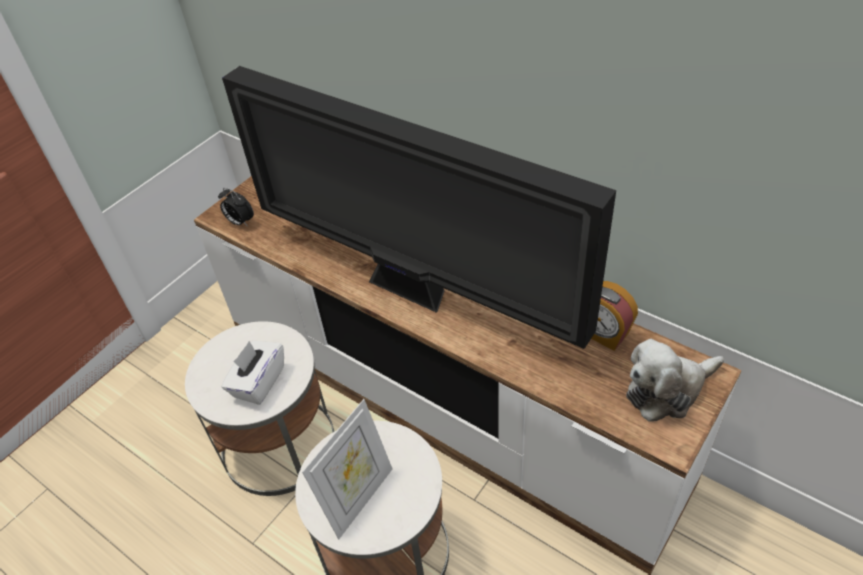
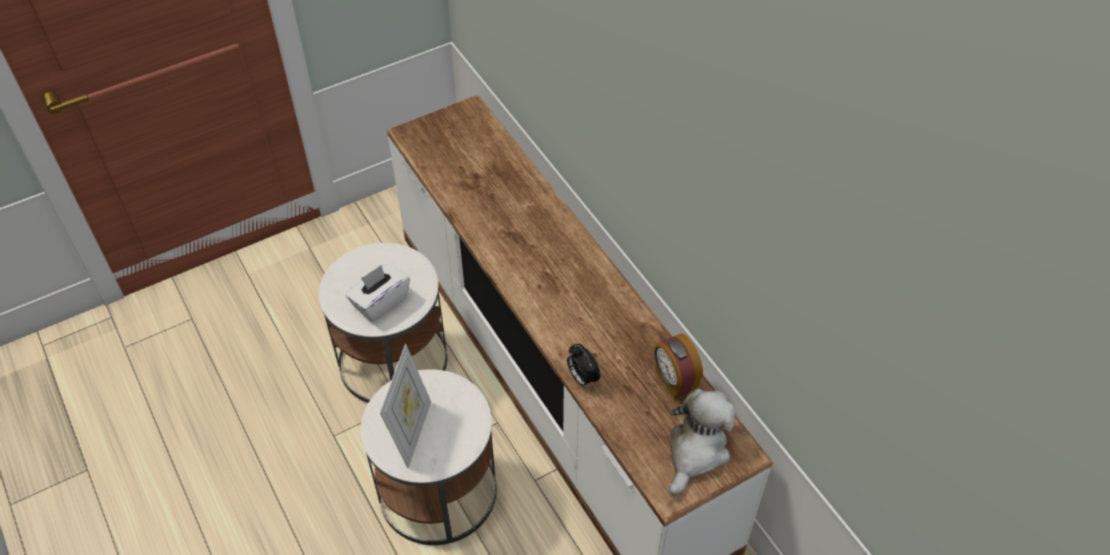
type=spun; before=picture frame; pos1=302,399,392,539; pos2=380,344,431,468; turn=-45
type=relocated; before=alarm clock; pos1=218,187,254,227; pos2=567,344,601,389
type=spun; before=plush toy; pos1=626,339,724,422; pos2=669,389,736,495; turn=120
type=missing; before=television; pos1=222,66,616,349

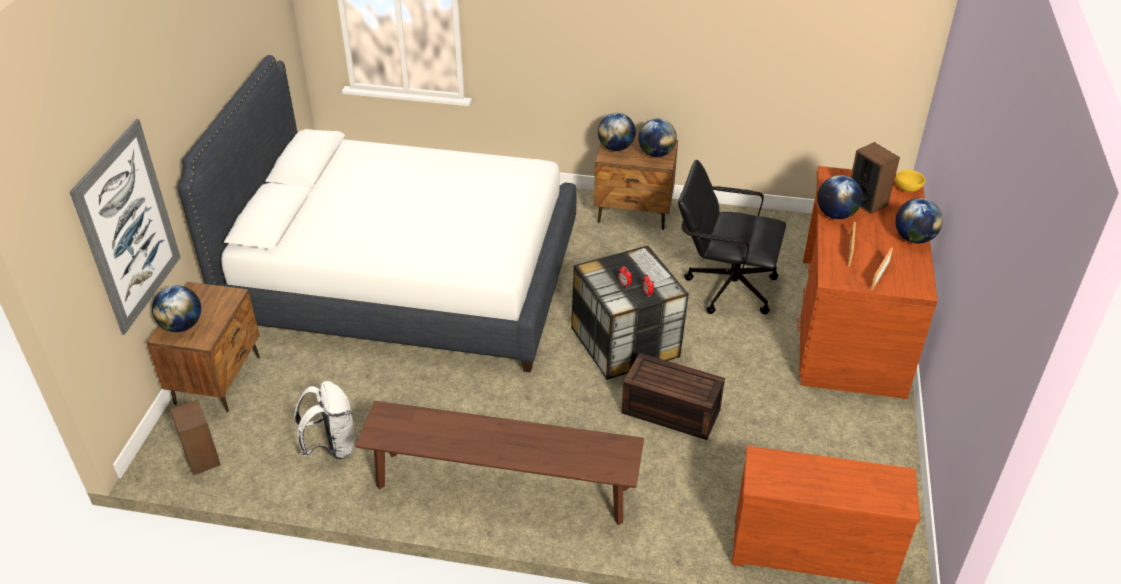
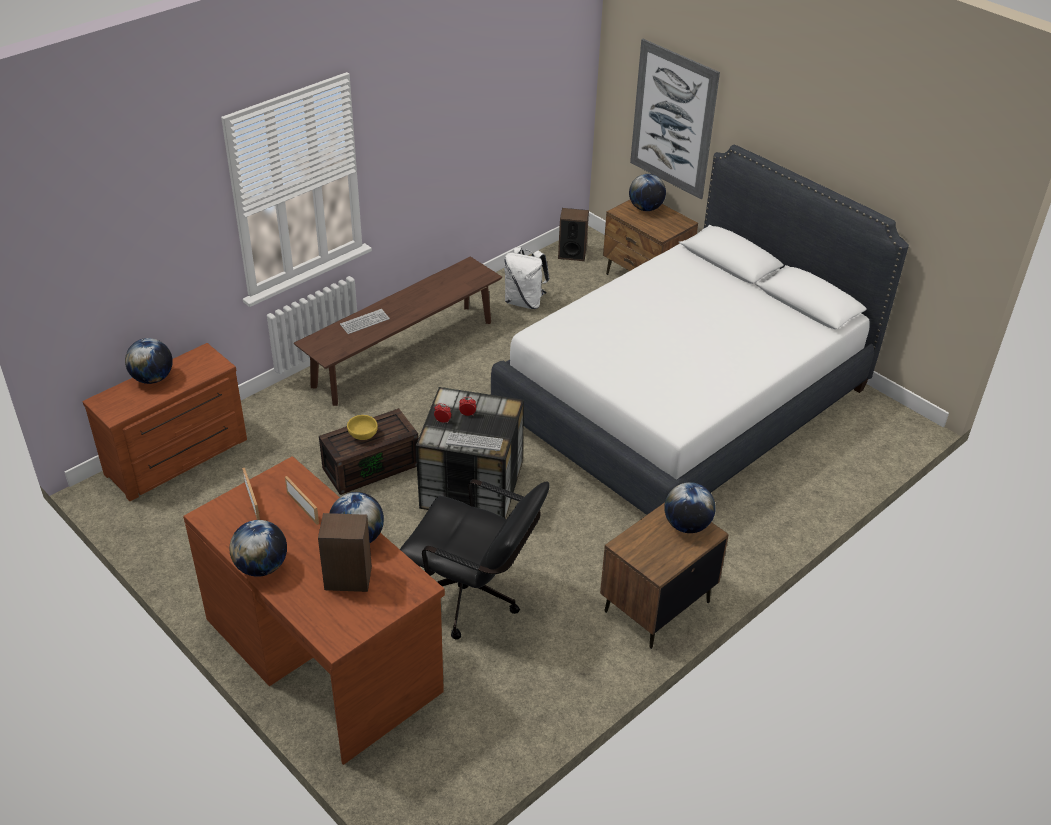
type=relocated; before=globe; pos1=638,119,677,157; pos2=125,338,173,384
type=appeared; after=keyboard; pos2=340,309,390,334
type=relocated; before=bowl in yellow; pos1=895,170,926,192; pos2=347,415,378,440
type=spun; before=office chair in black; pos1=678,160,786,314; pos2=400,479,549,640; turn=60

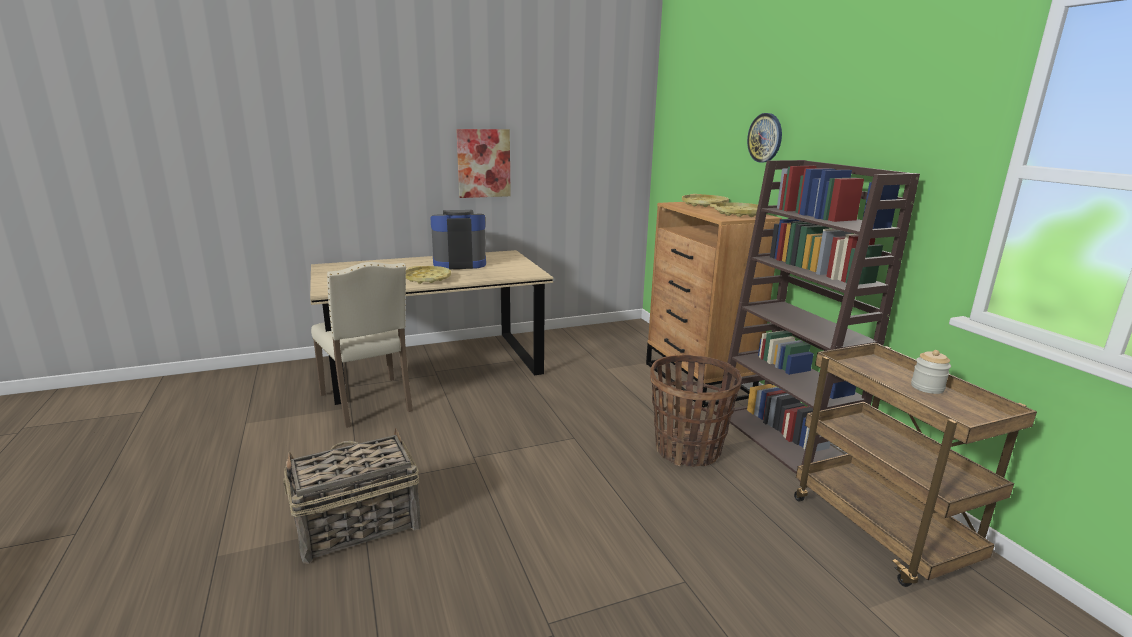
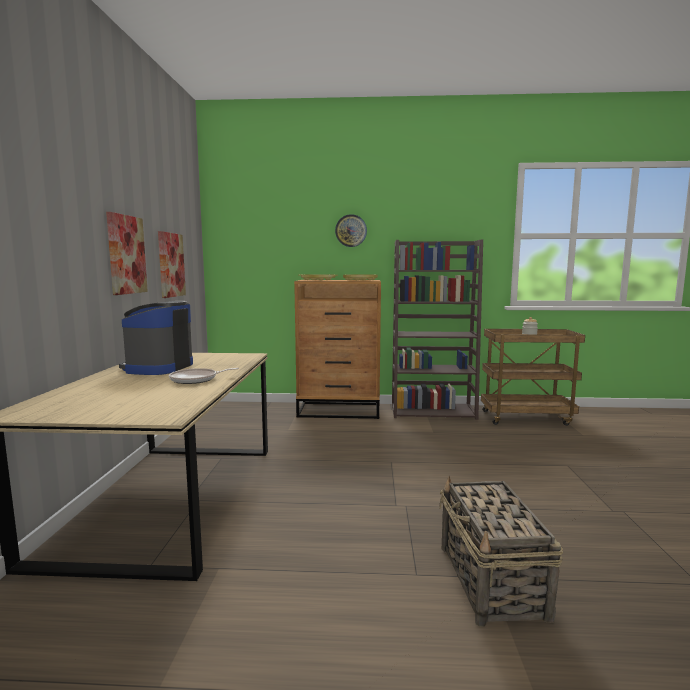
type=appeared; after=picture; pos2=158,231,186,298
type=exchanged; before=tray in yellow; after=frying pan; pos1=406,266,451,284; pos2=169,368,239,384
type=missing; before=chair in beige; pos1=311,262,413,428
type=missing; before=basket; pos1=650,355,741,467

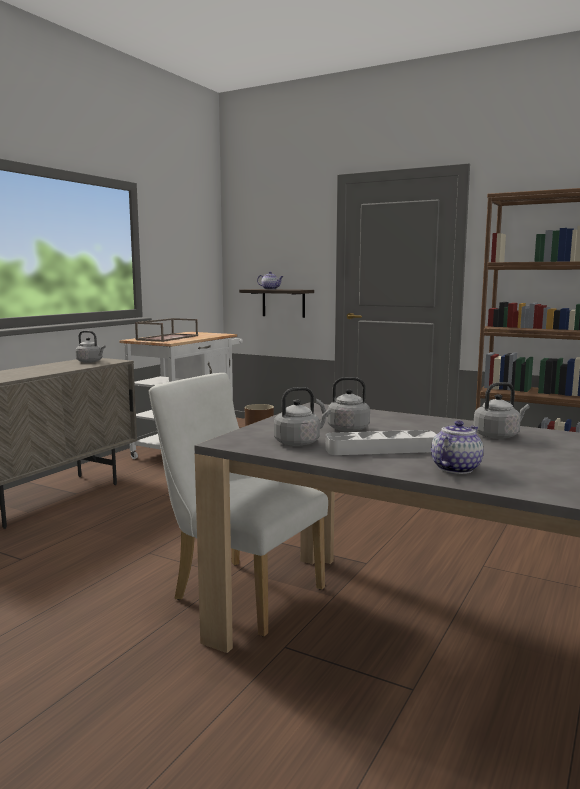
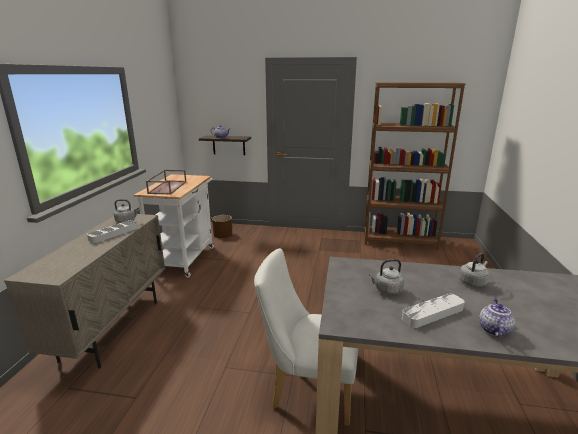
type=appeared; after=tray in grey; pos2=87,220,138,243
type=missing; before=kettle in grey; pos1=274,387,331,446

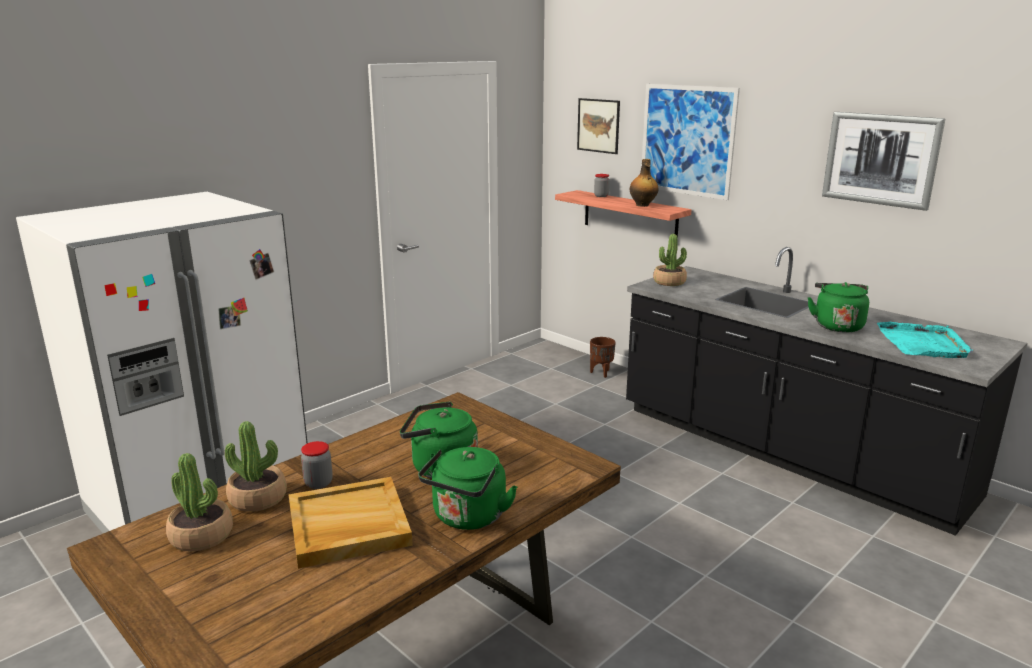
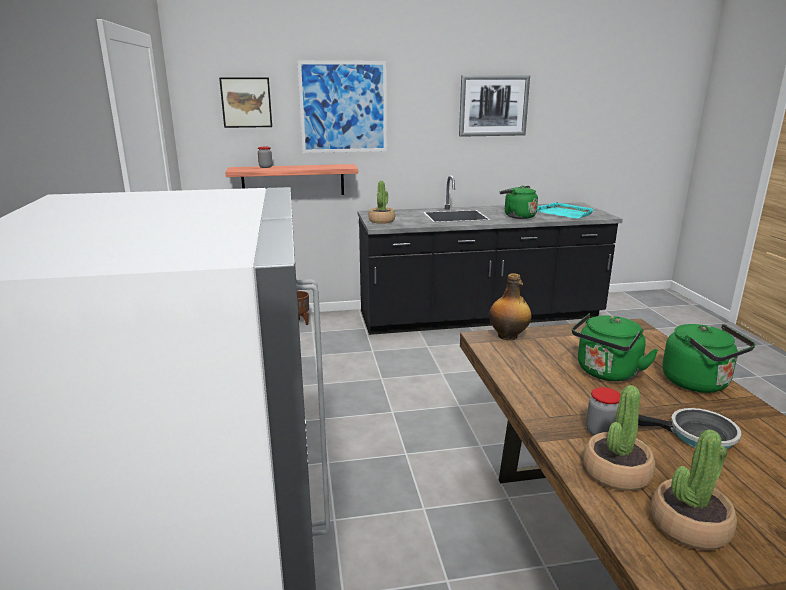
type=relocated; before=bottle; pos1=630,159,659,207; pos2=489,273,531,340
type=exchanged; before=tray in beige; after=frying pan; pos1=288,477,413,569; pos2=638,408,741,449

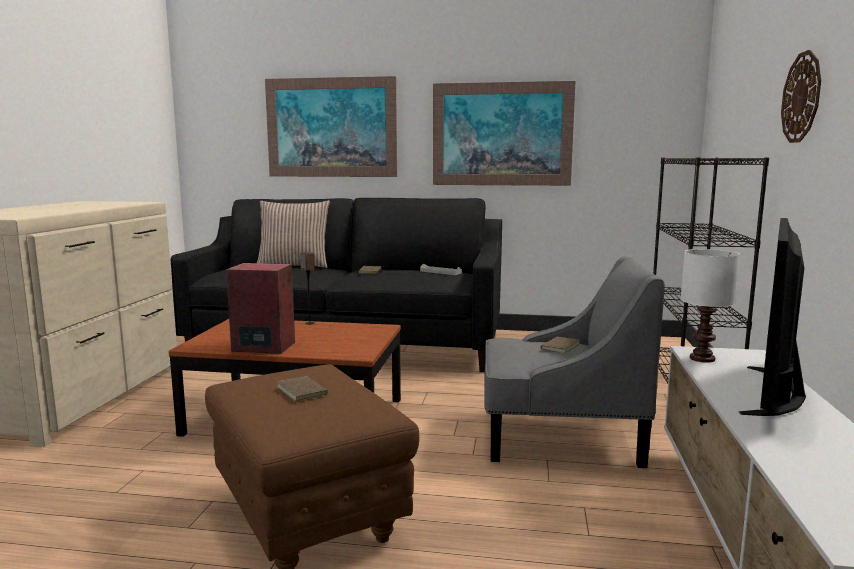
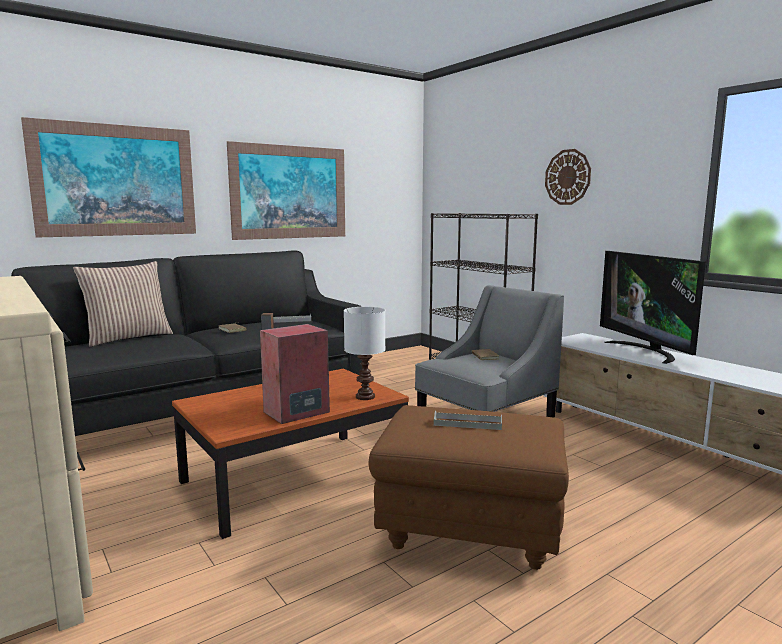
type=relocated; before=table lamp in white; pos1=681,249,740,363; pos2=344,307,385,400
type=exchanged; before=book in brown; after=tray in grey; pos1=278,374,328,402; pos2=434,411,502,430

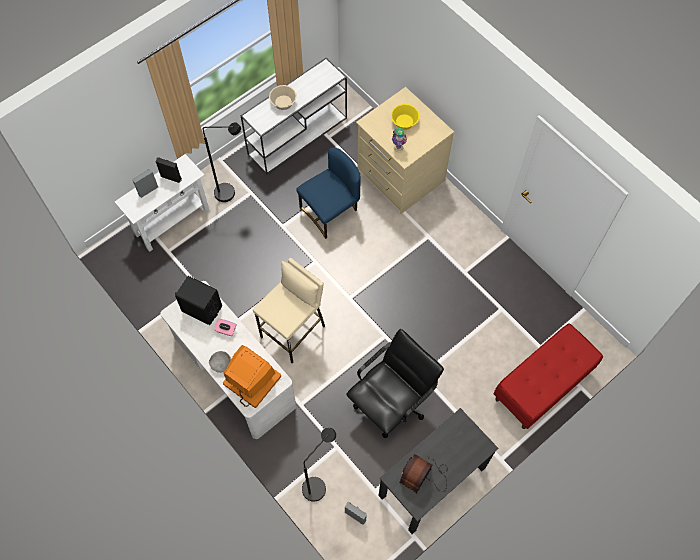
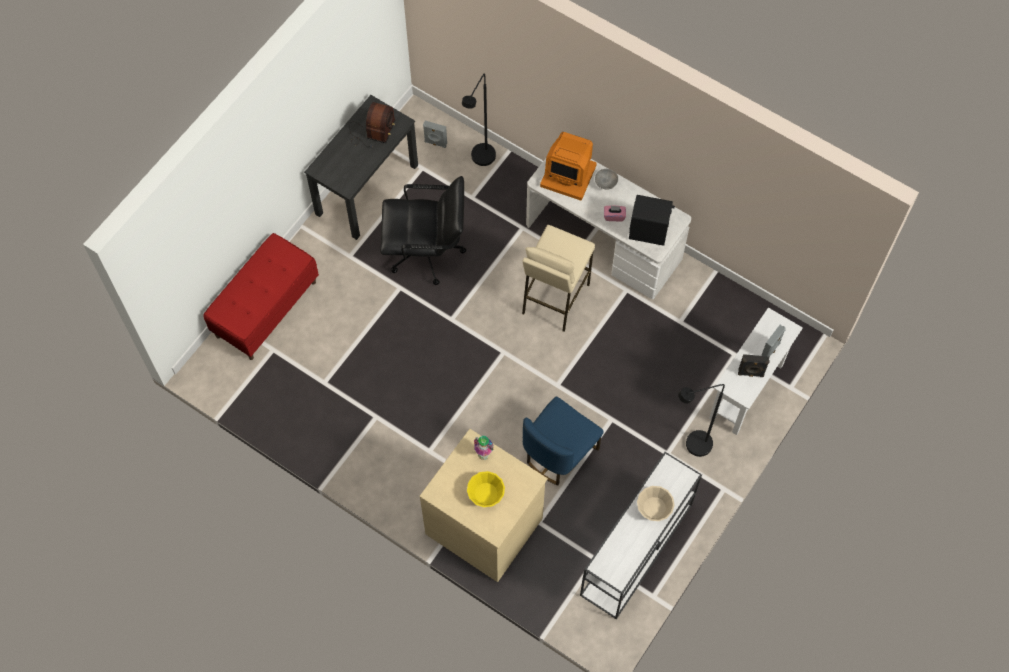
type=spun; before=office chair in black; pos1=346,329,444,438; pos2=380,176,466,285; turn=-120

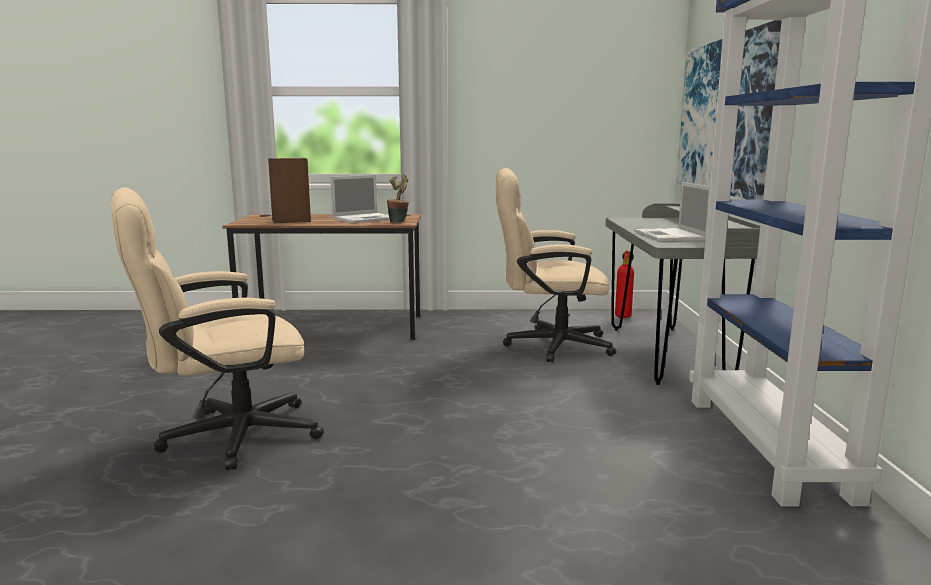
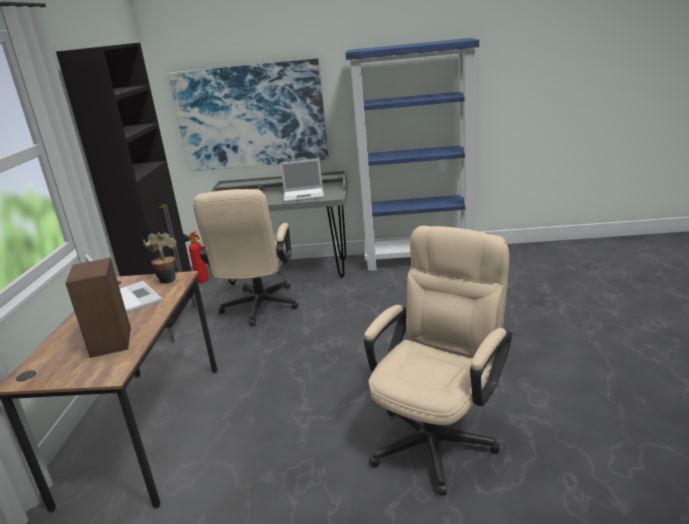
type=appeared; after=cabinet in black; pos2=56,43,196,343
type=spun; before=office chair in beige; pos1=110,187,324,470; pos2=364,226,513,495; turn=-120

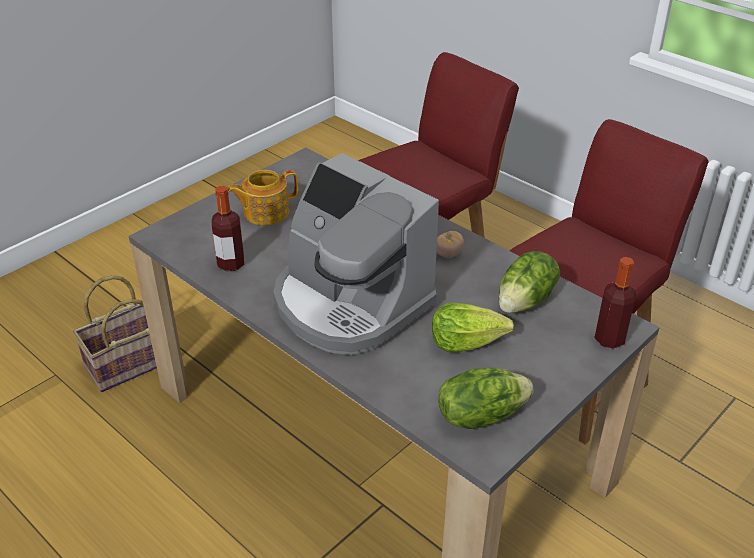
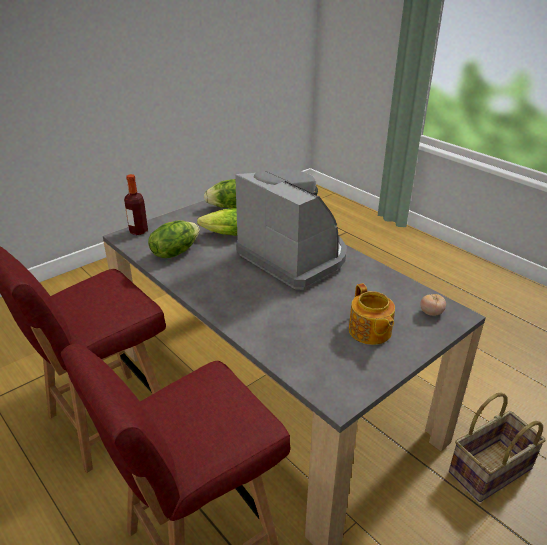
type=spun; before=teapot; pos1=228,170,298,225; pos2=349,283,395,345; turn=90
type=relocated; before=tomato; pos1=436,231,464,257; pos2=420,294,446,316
type=missing; before=bottle; pos1=212,186,244,271

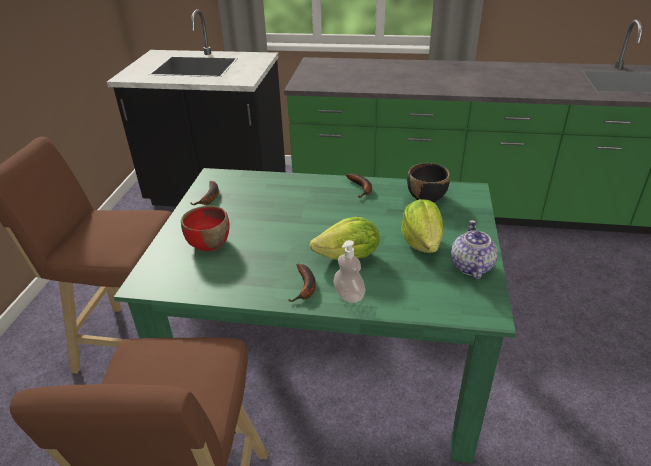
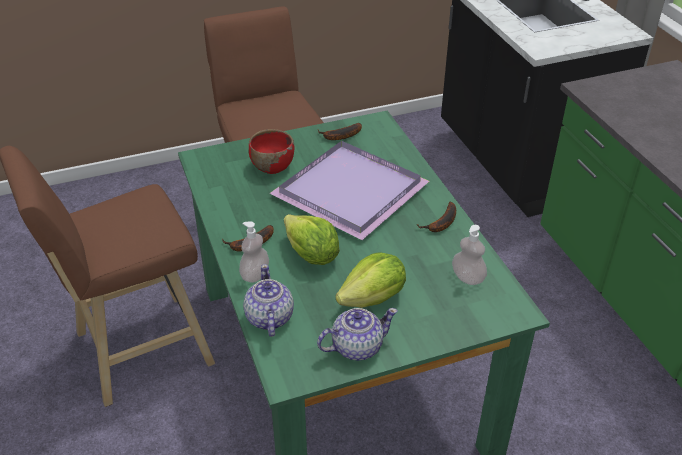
type=appeared; after=teapot; pos2=243,264,294,337
type=appeared; after=tray in purple; pos2=270,141,429,240
type=exchanged; before=bowl in black; after=soap dispenser; pos1=407,163,450,202; pos2=452,225,487,285

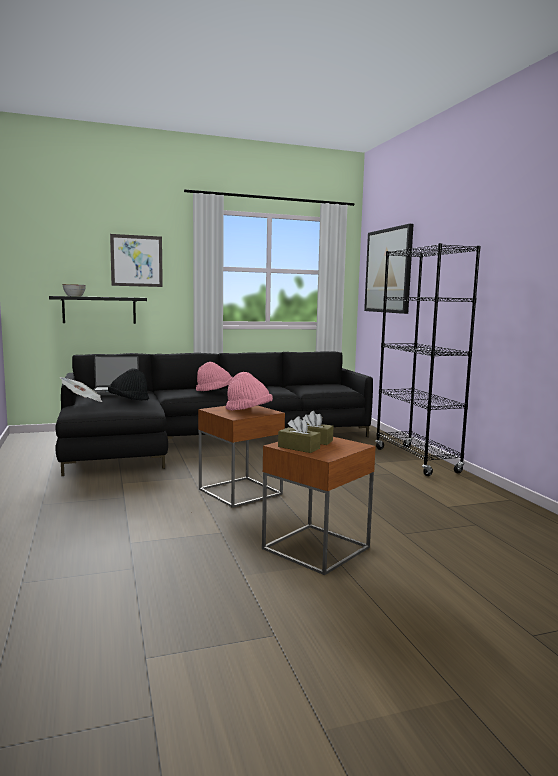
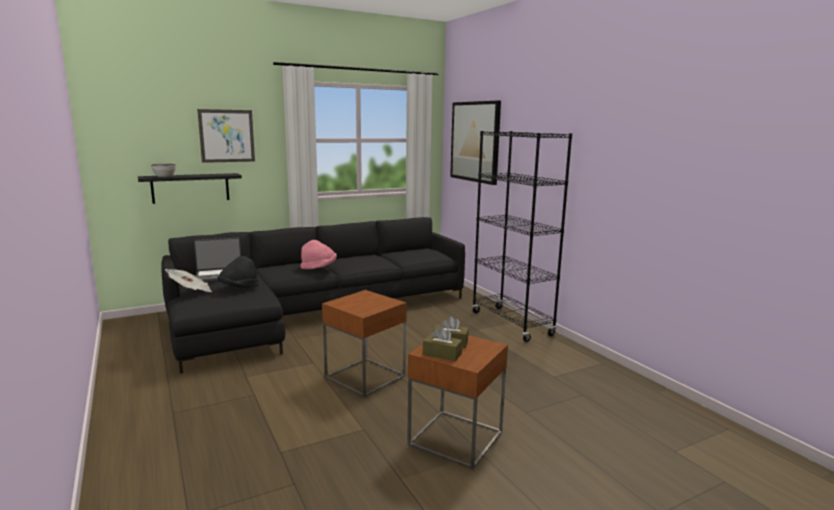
type=missing; before=hat in pink; pos1=225,372,273,410

